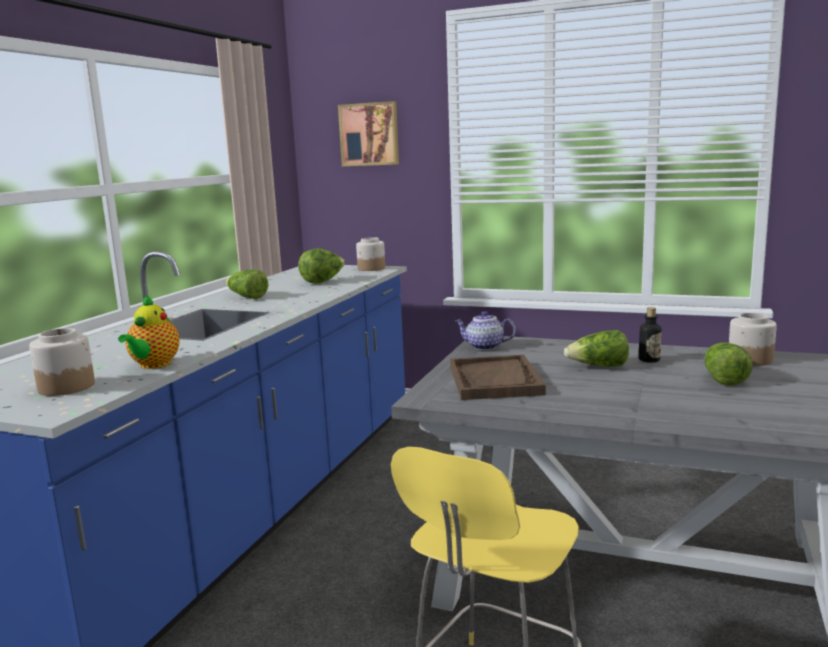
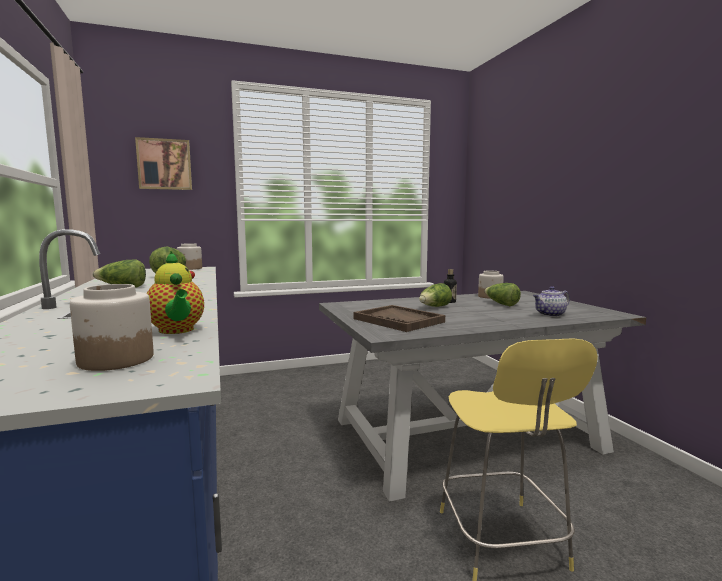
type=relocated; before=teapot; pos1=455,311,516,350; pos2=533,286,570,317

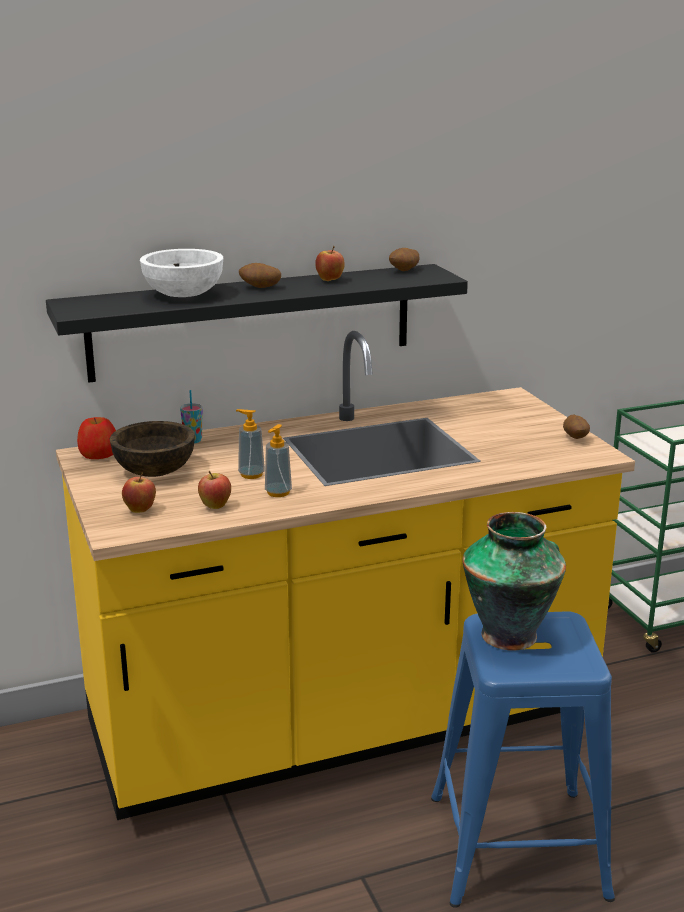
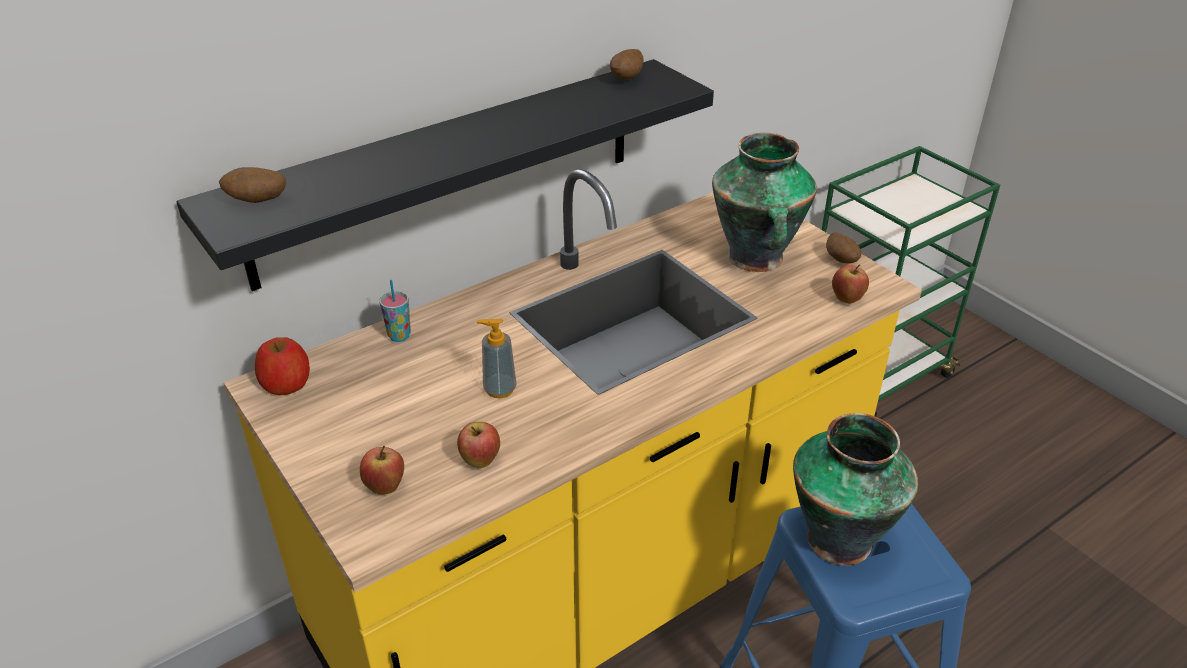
type=relocated; before=potato; pos1=239,263,281,288; pos2=219,167,286,203
type=appeared; after=vase; pos2=712,133,817,272
type=relocated; before=apple; pos1=315,246,345,281; pos2=832,264,869,304
type=missing; before=bowl in brown; pos1=110,421,195,477
type=missing; before=bowl in white; pos1=140,249,223,297
type=missing; before=soap dispenser; pos1=265,424,292,497

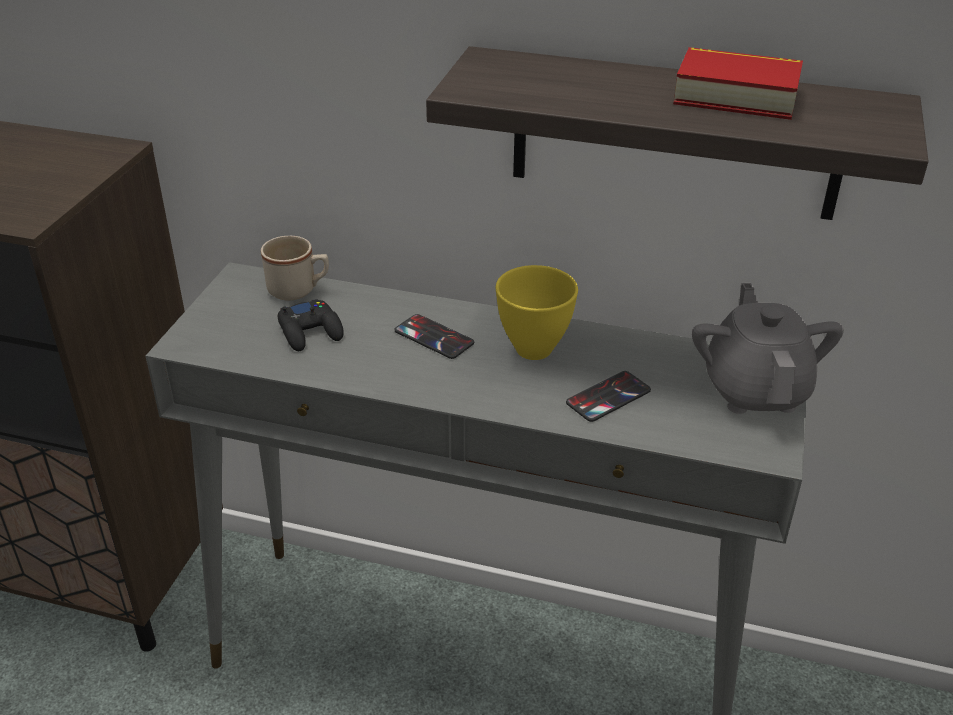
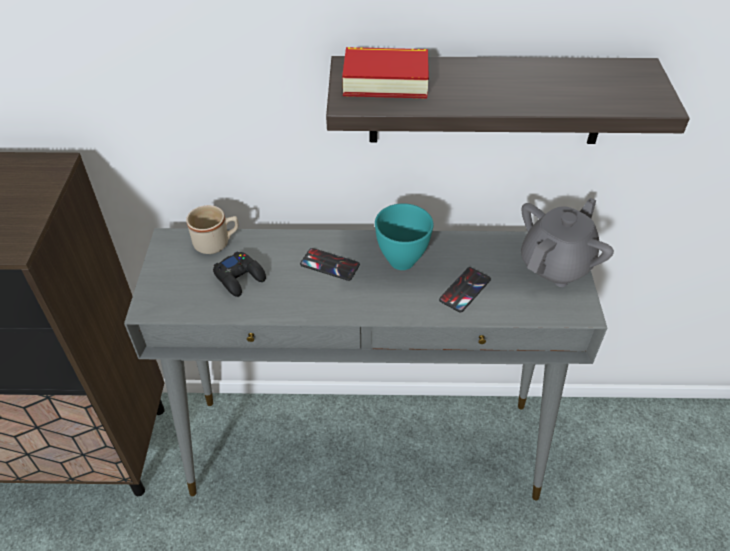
type=relocated; before=book; pos1=673,47,803,120; pos2=342,47,429,98
type=colour; before=bowl in yellow; after=bowl in turquoise; pos1=495,265,578,360; pos2=375,203,434,270
type=spun; before=teapot in grey; pos1=692,283,844,414; pos2=521,198,614,287; turn=60

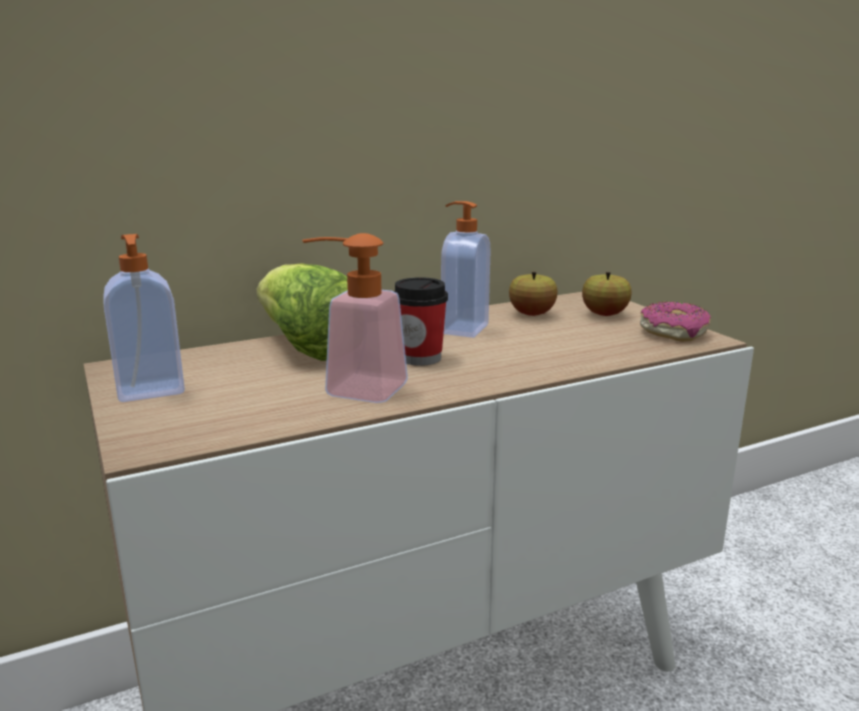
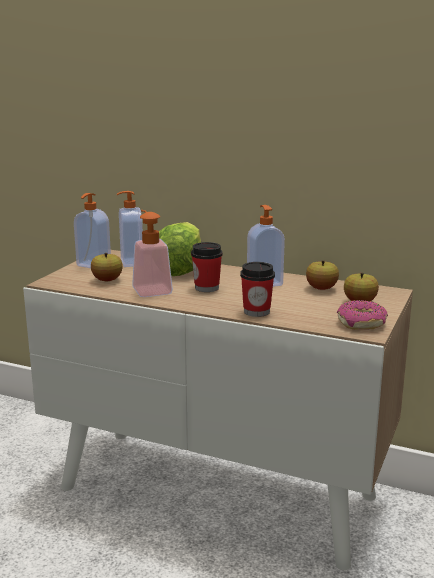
type=appeared; after=apple; pos2=91,253,123,281
type=appeared; after=soap dispenser; pos2=117,191,143,267
type=appeared; after=cup; pos2=240,262,275,317

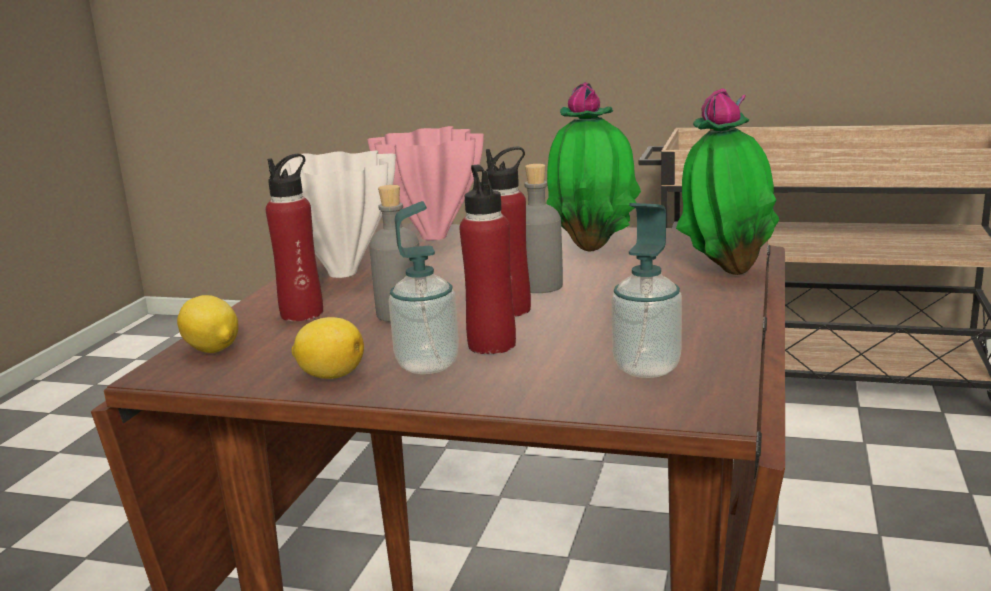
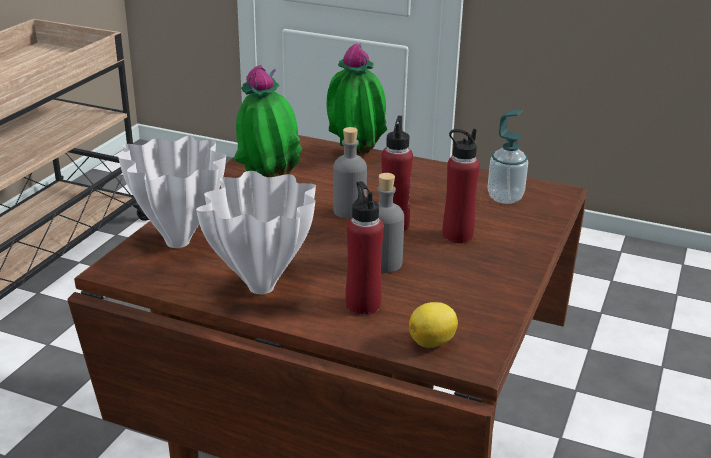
type=colour; before=vase in pink; after=vase in white; pos1=367,126,484,240; pos2=118,135,226,248
type=missing; before=lemon; pos1=292,317,364,379
type=missing; before=soap dispenser; pos1=389,201,459,374

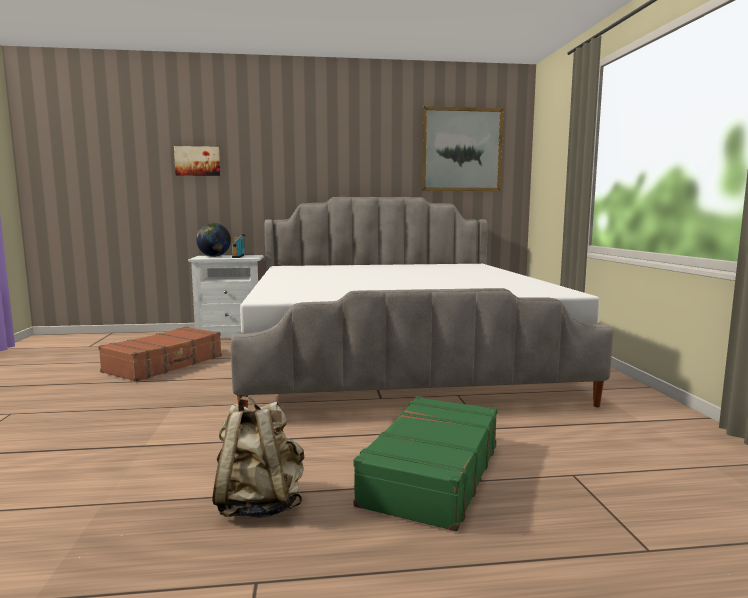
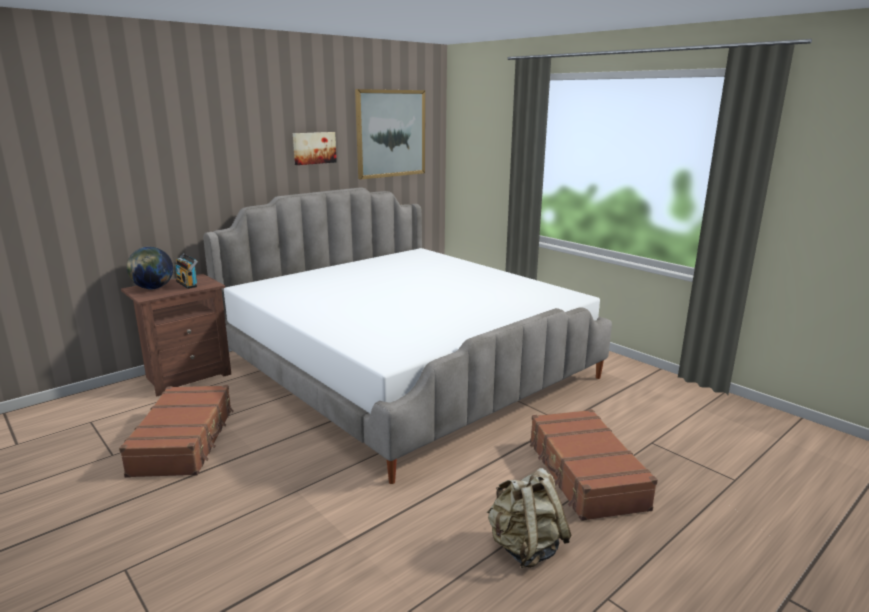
type=colour; before=nightstand in white; after=nightstand in brown; pos1=188,255,264,338; pos2=121,274,231,396
type=relocated; before=picture; pos1=174,146,220,176; pos2=293,132,337,165
type=colour; before=suitcase in green; after=suitcase in brown; pos1=353,396,497,532; pos2=530,409,658,521

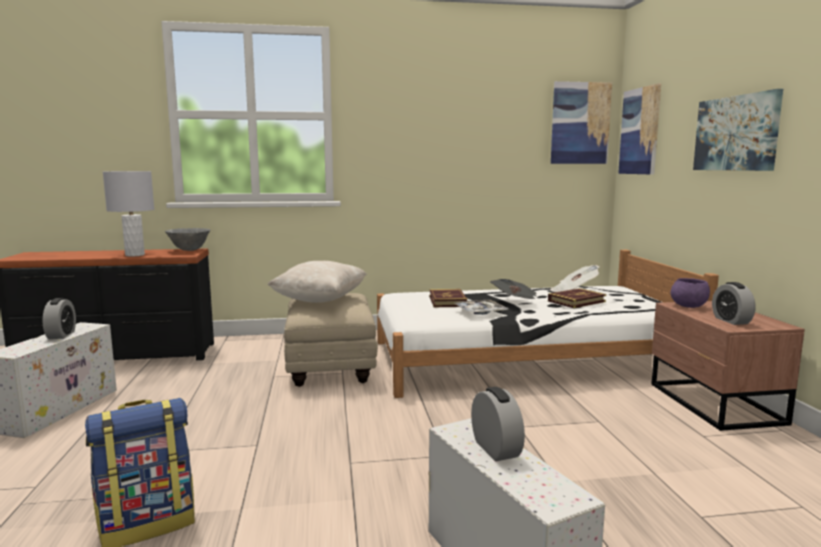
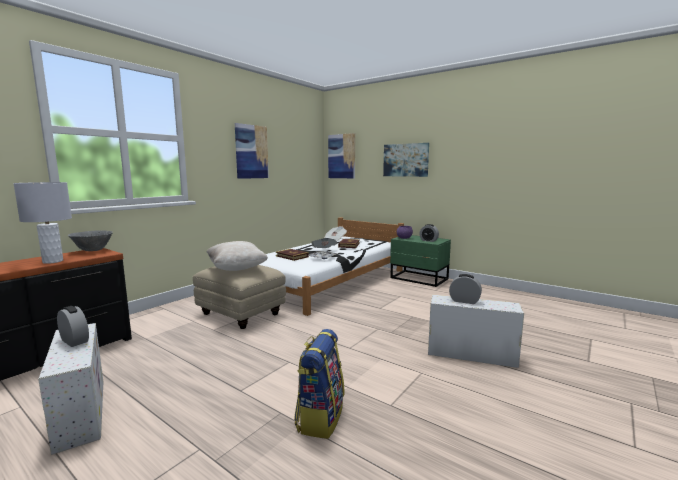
type=relocated; before=picture; pos1=551,81,612,164; pos2=235,123,269,179
type=colour; before=nightstand in brown; after=nightstand in green; pos1=651,301,805,431; pos2=390,235,451,287

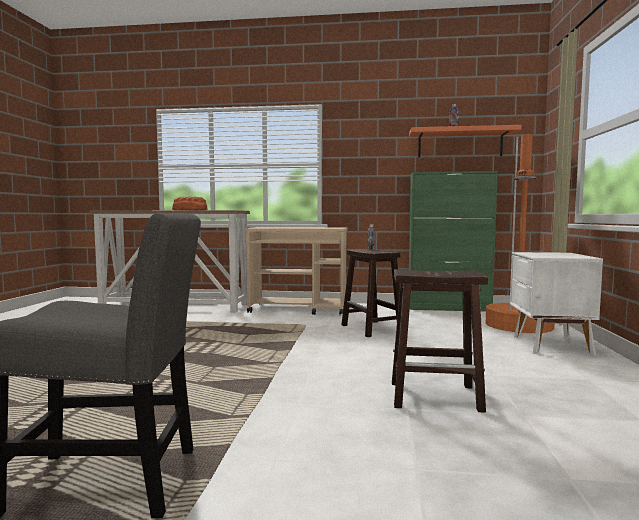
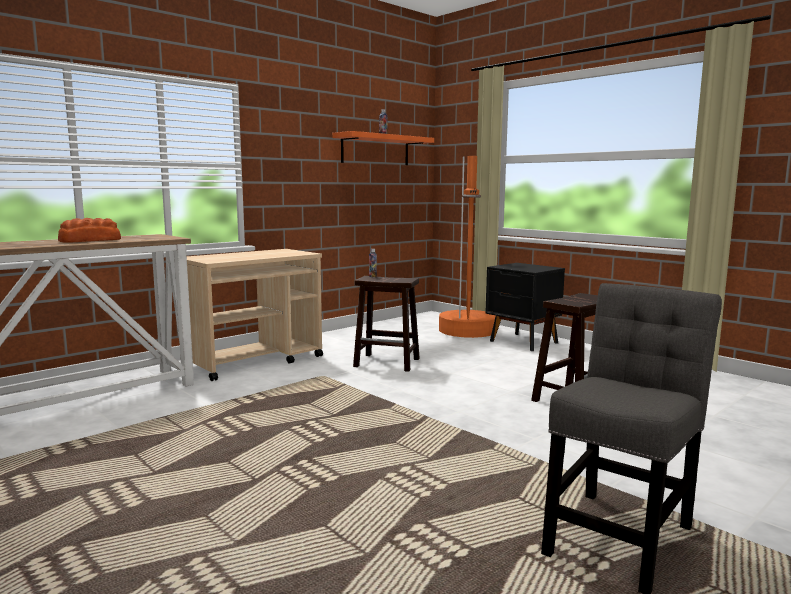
type=colour; before=nightstand in white; after=nightstand in black; pos1=510,252,603,356; pos2=486,263,565,351
type=missing; before=cabinet in green; pos1=409,171,498,312

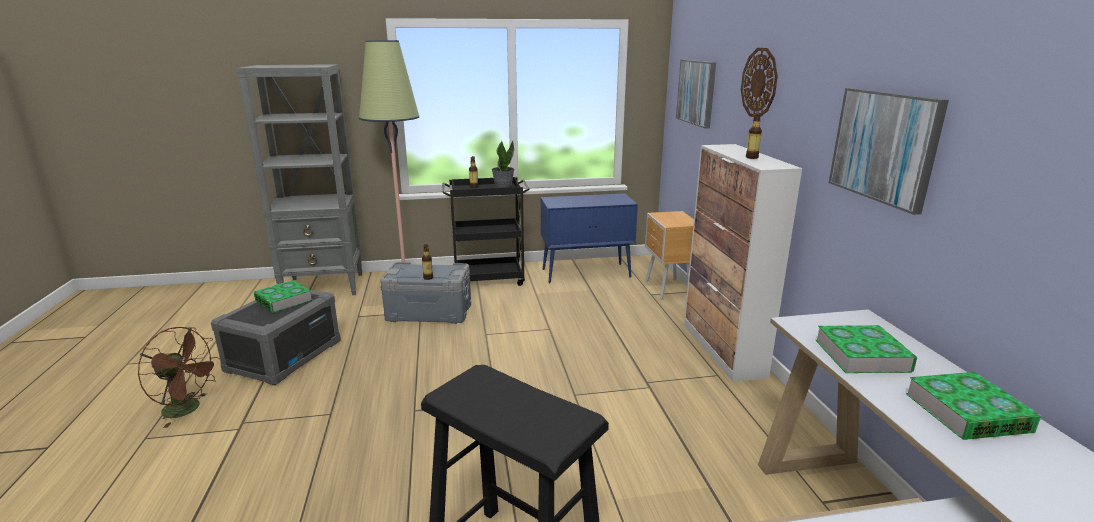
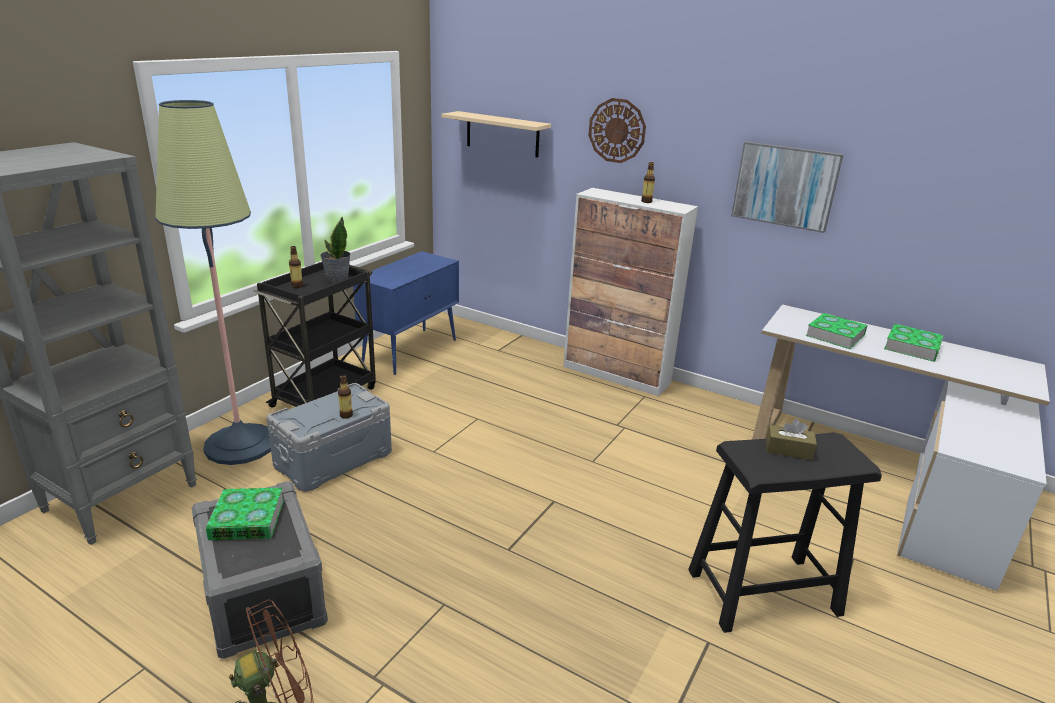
type=exchanged; before=picture; after=shelf in beige; pos1=676,60,716,129; pos2=442,111,551,157
type=appeared; after=tissue box in brown; pos2=766,419,817,460
type=missing; before=nightstand in brown; pos1=645,211,694,300

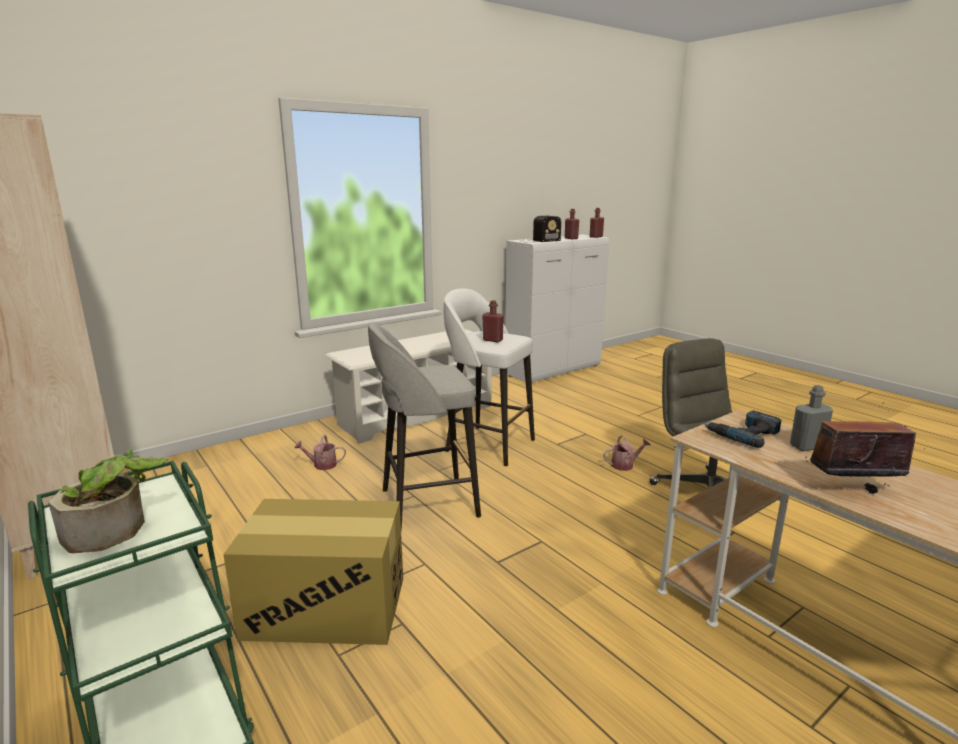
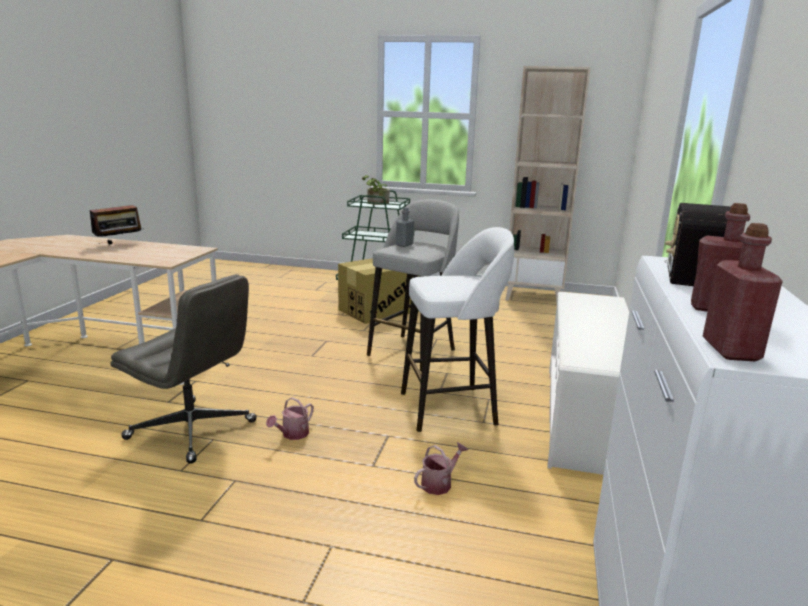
type=relocated; before=bottle in grey; pos1=790,385,833,451; pos2=396,207,414,247
type=relocated; before=watering can; pos1=294,435,346,470; pos2=414,442,468,495
type=missing; before=bottle in red; pos1=482,300,504,342
type=missing; before=power drill; pos1=704,411,781,448

